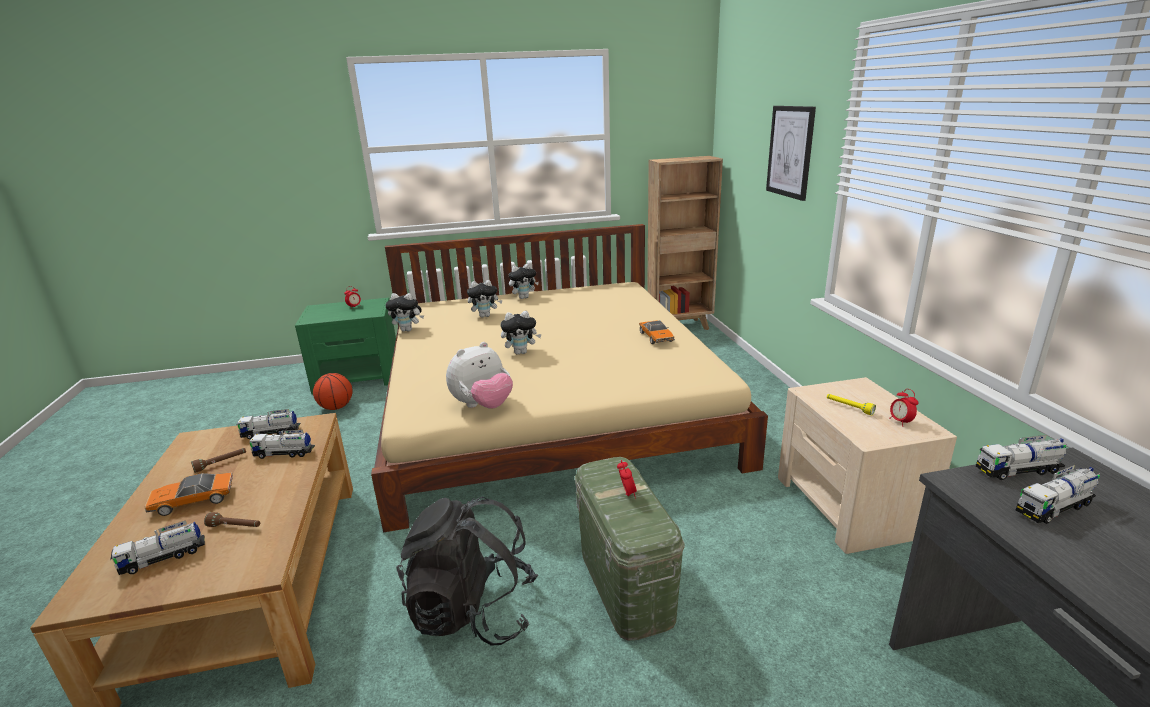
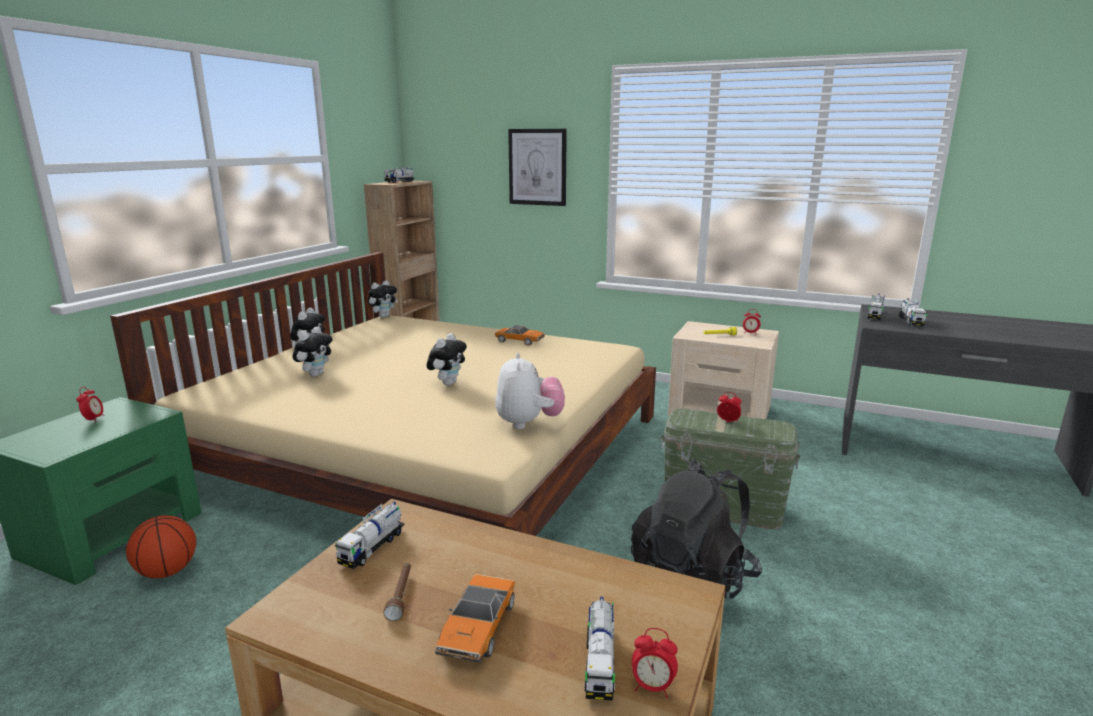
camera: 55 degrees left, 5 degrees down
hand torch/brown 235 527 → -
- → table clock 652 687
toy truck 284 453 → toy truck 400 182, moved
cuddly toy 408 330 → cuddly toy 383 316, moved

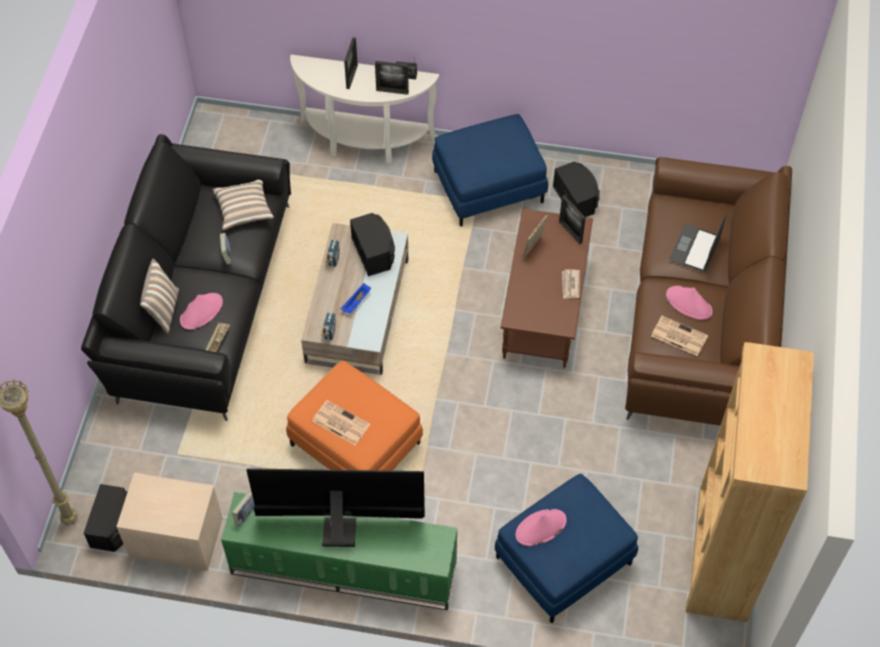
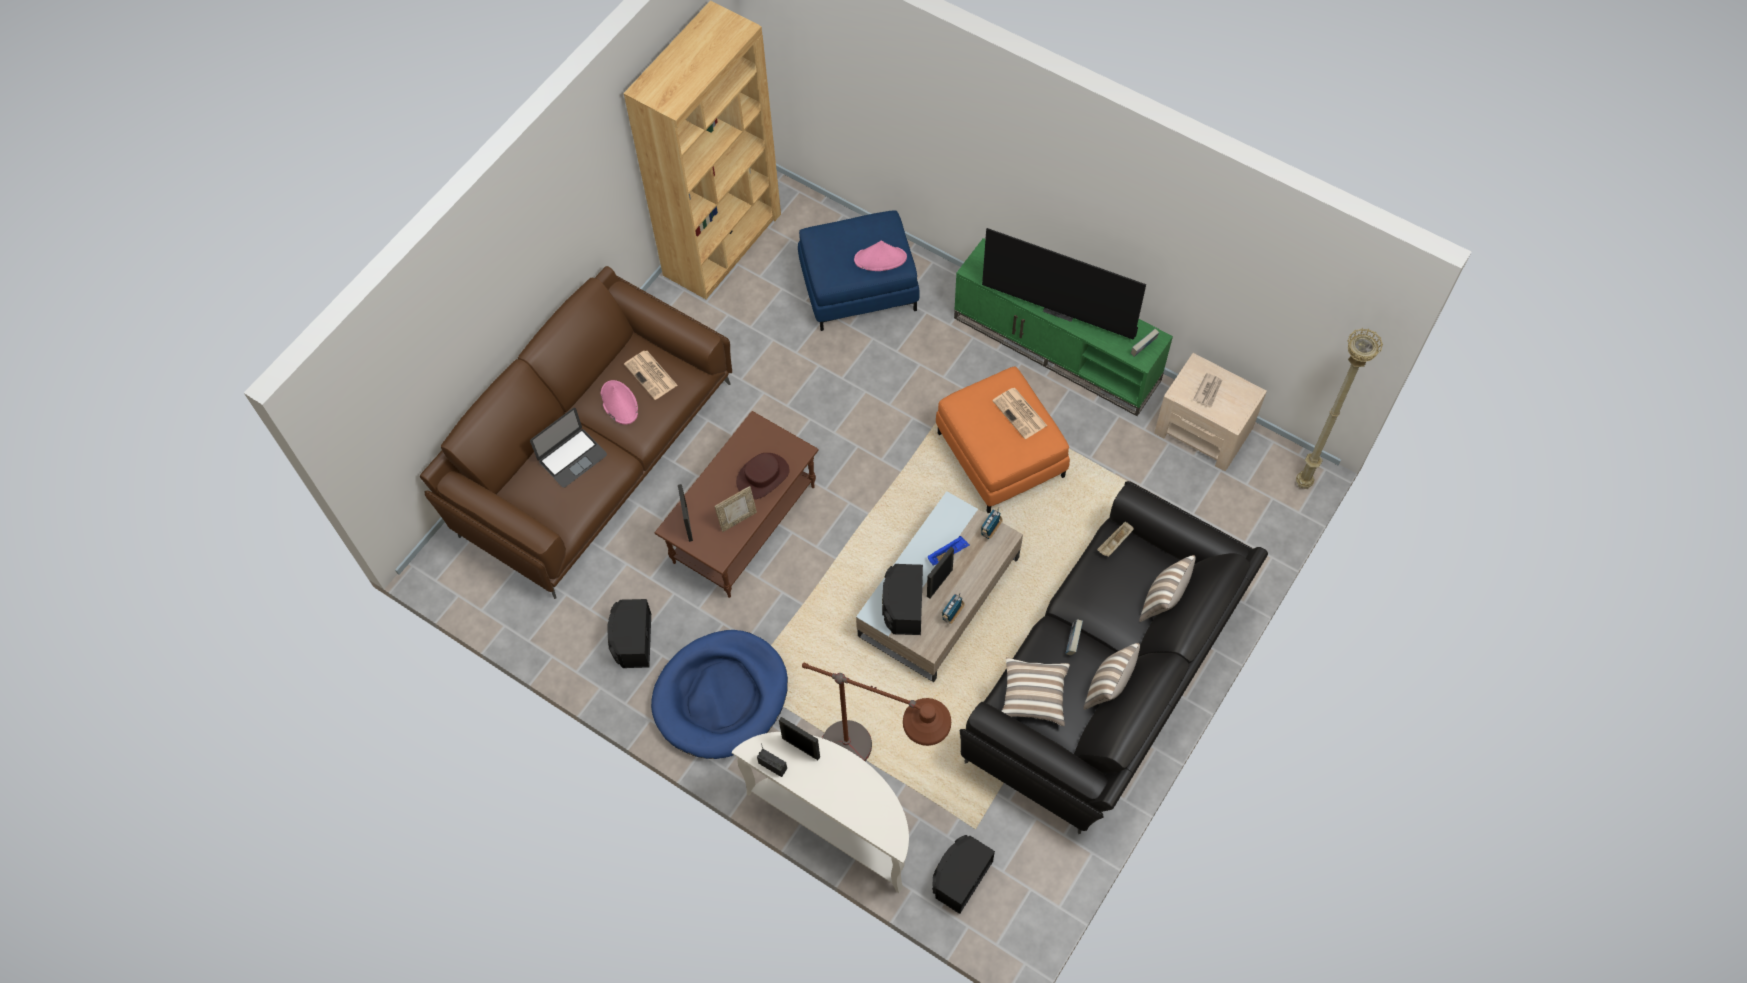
camera: 155 degrees left, 5 degrees up
hat/pink-coloured 201 311 → -
- → hat/brown 762 476
- → floor lamp/brown 877 764
- → pillow 1108 688
loudspeaker/black-coloured 114 525 → loudspeaker/black-coloured 959 877, moved
standing frame 352 77 → standing frame 939 583, moved
daily paper 570 285 → daily paper 1208 391, moved
pouffe/bluish 488 186 → dog bed/bluish 721 696

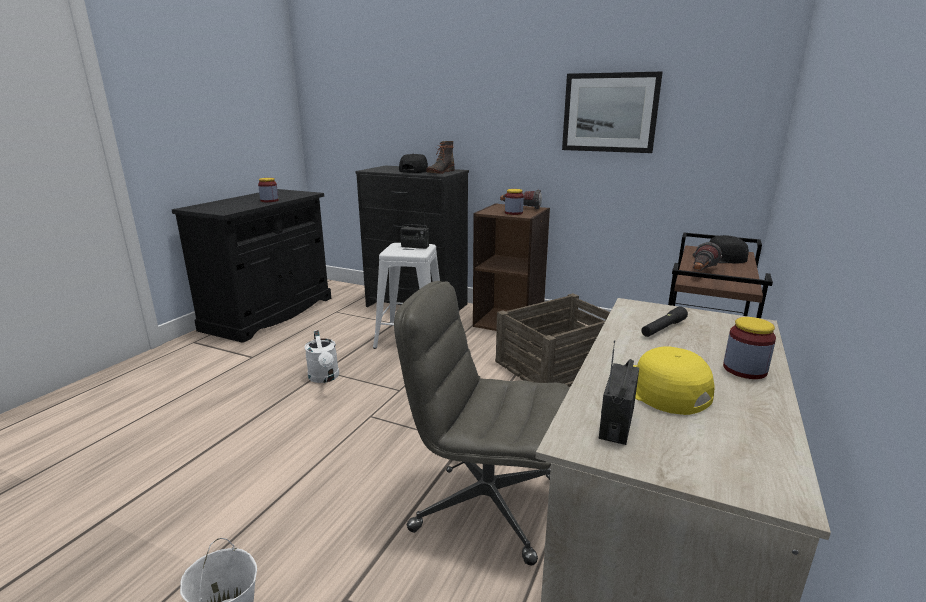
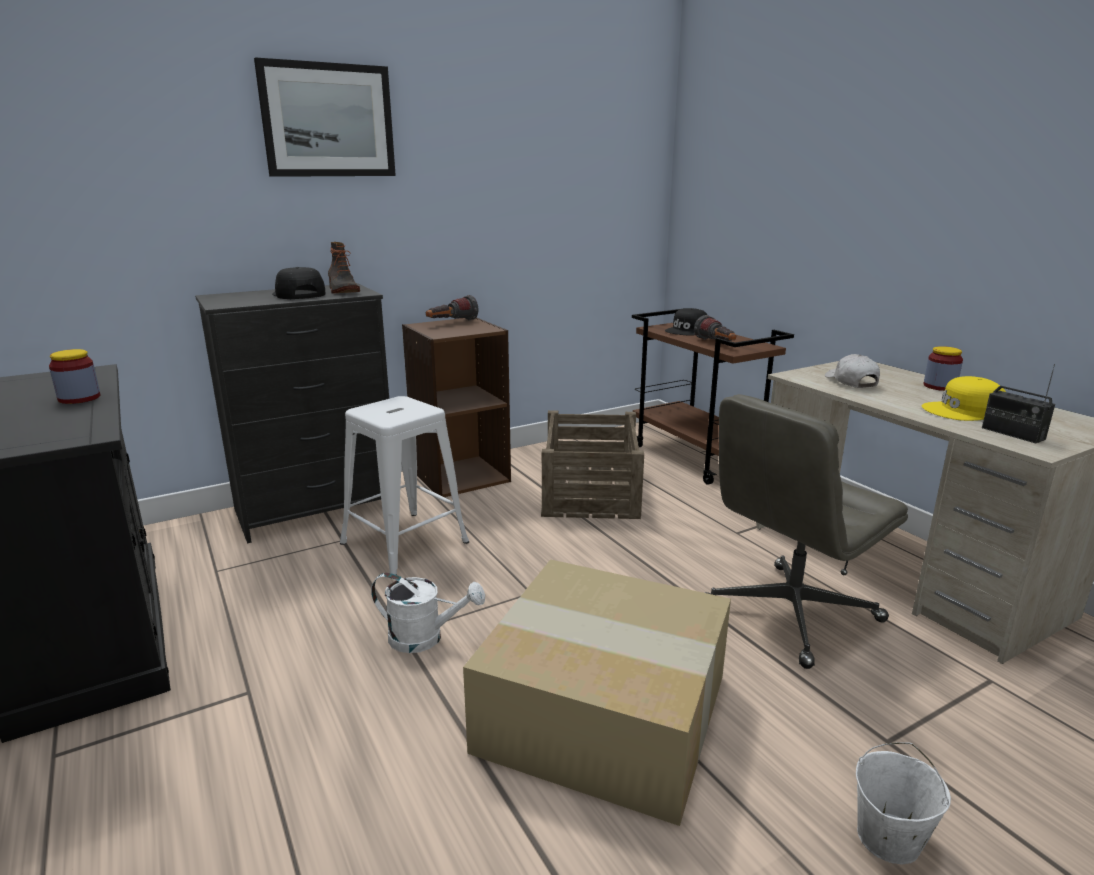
camera: 55 degrees left, 0 degrees up
radio receiver 415 246 → -
jar 513 213 → -
- → packing box 599 714
wall art 609 113 → wall art 328 121, moved
hand torch/black-coloured 663 328 → peaked cap/white 851 382

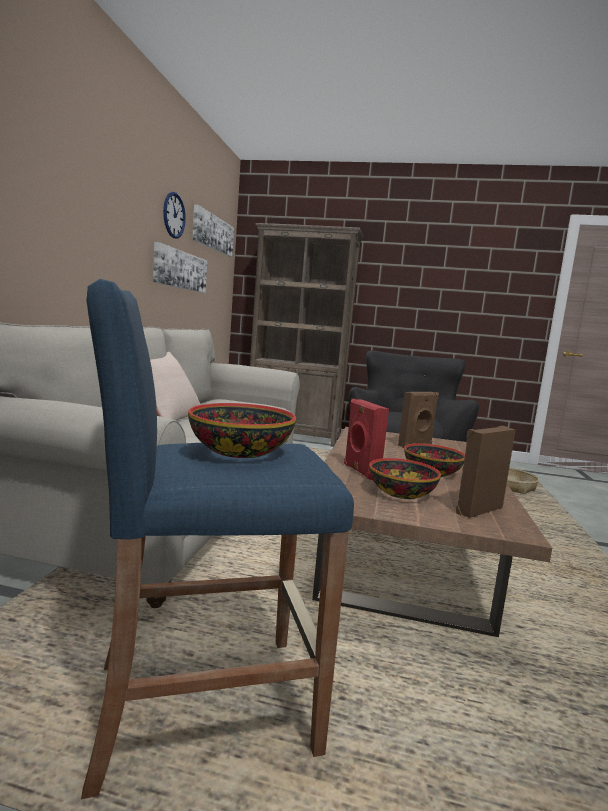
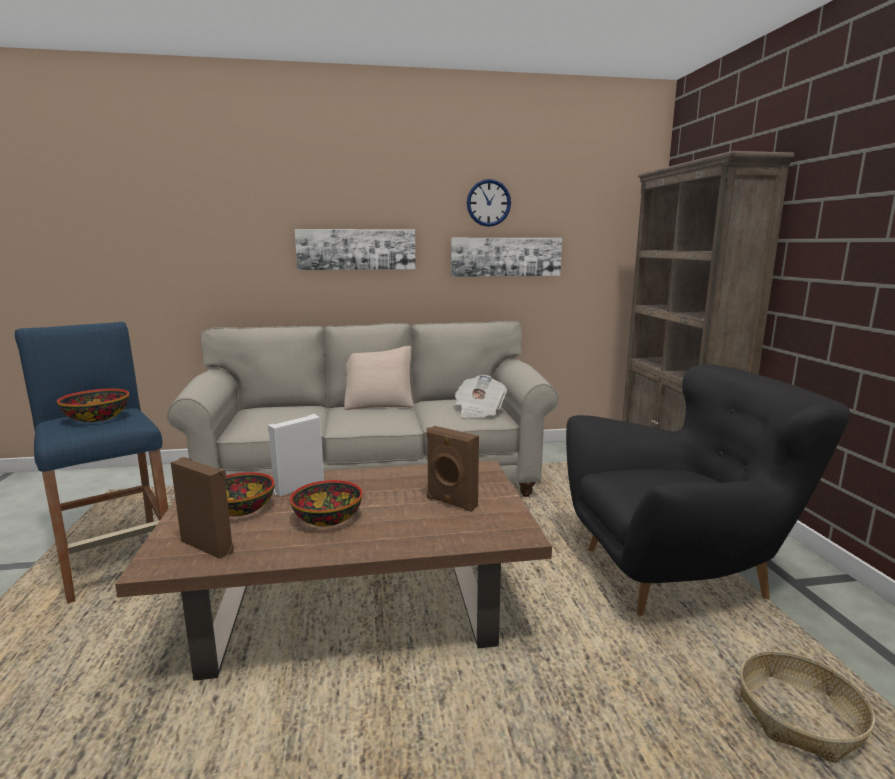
camera: 70 degrees right, 5 degrees up
- → daily paper 478 411
wall art 213 233 → wall art 356 249, moved
loudspeaker/red-coloured 360 471 → loudspeaker/white 298 487

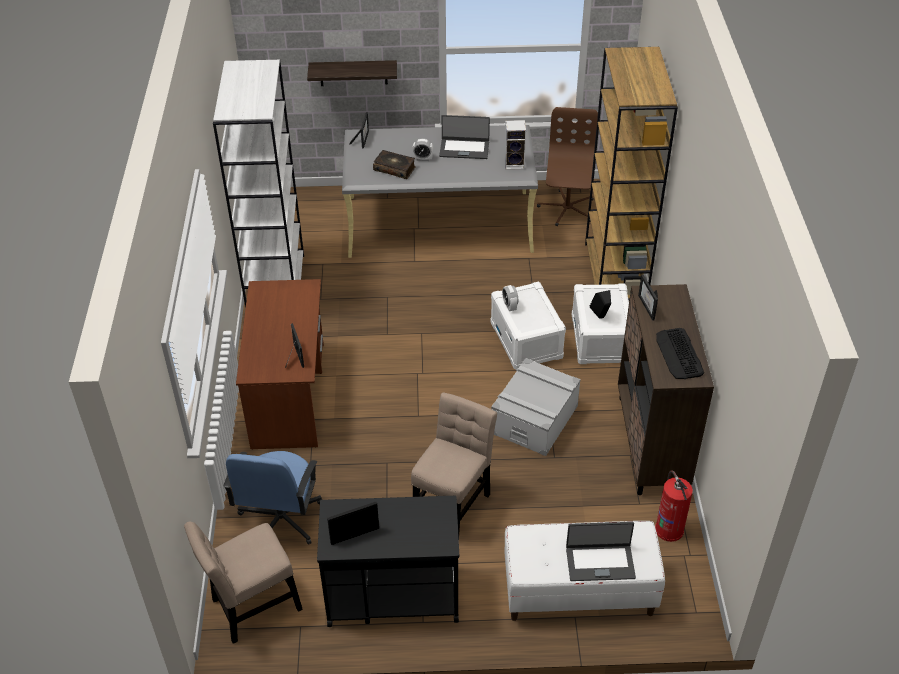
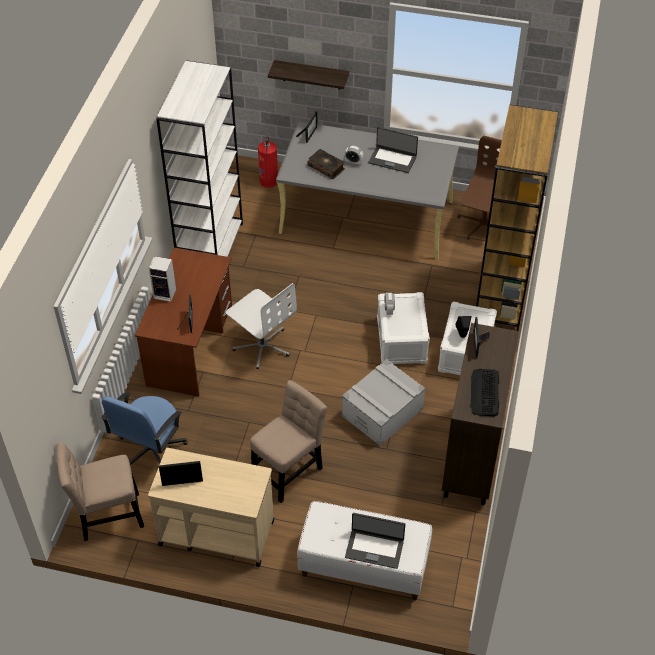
camera: 15 degrees right, 5 degrees up
- → office chair/white 262 346
loudspeaker 515 163 → loudspeaker 166 294, moved
fire-fighting cylinder 669 529 → fire-fighting cylinder 269 180, moved
trolley/black-coloured 391 595 → trolley/sand-coloured 216 532

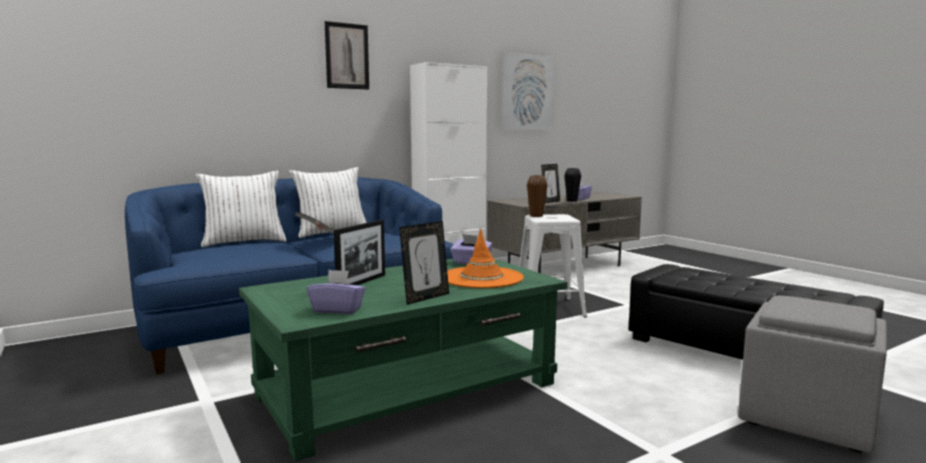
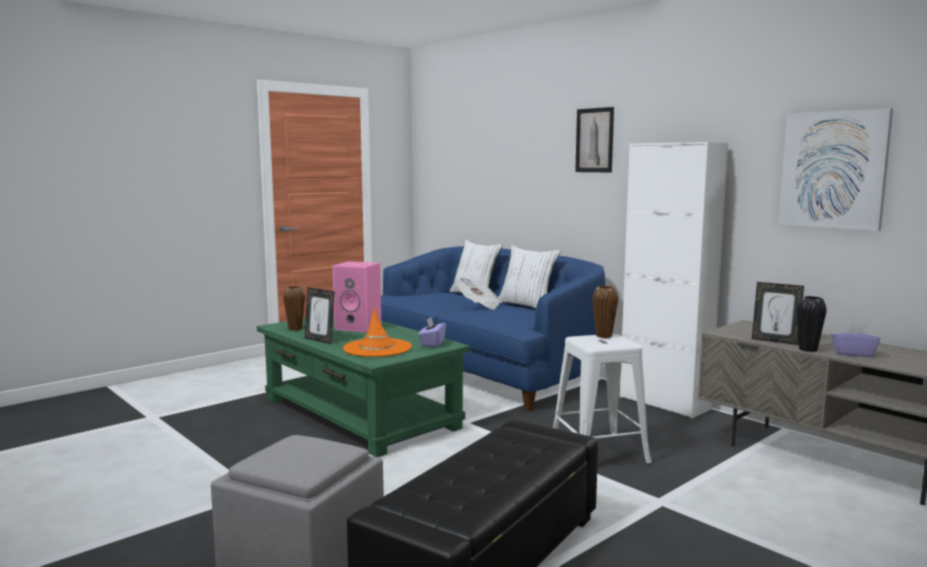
camera: 80 degrees right, 0 degrees up
tissue holder/purple-coloured 337 310 → flower vase/brown 295 329
standing frame 361 283 → loudspeaker/pink-coloured 359 327

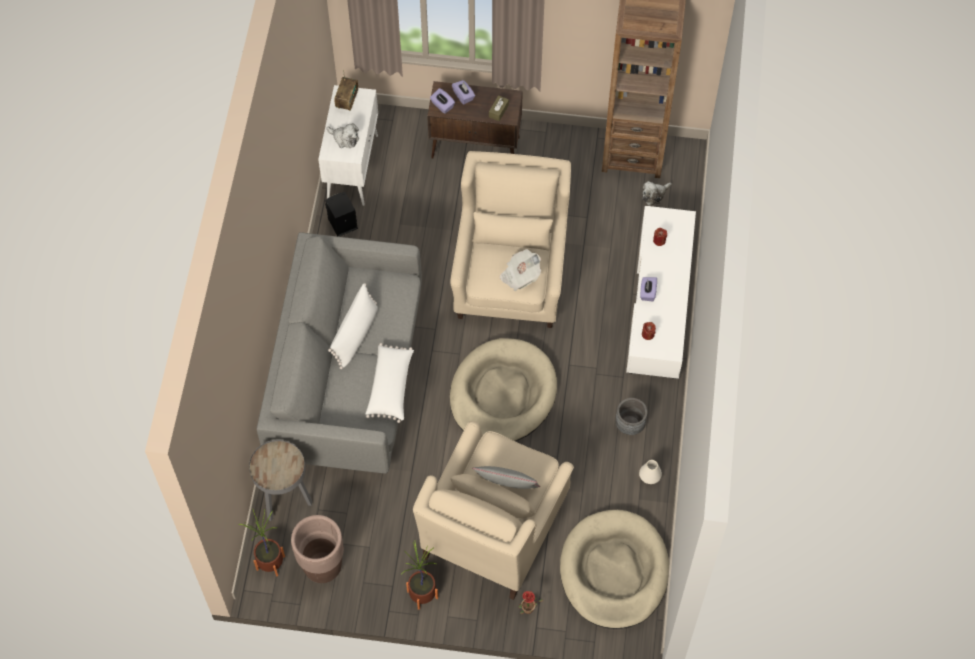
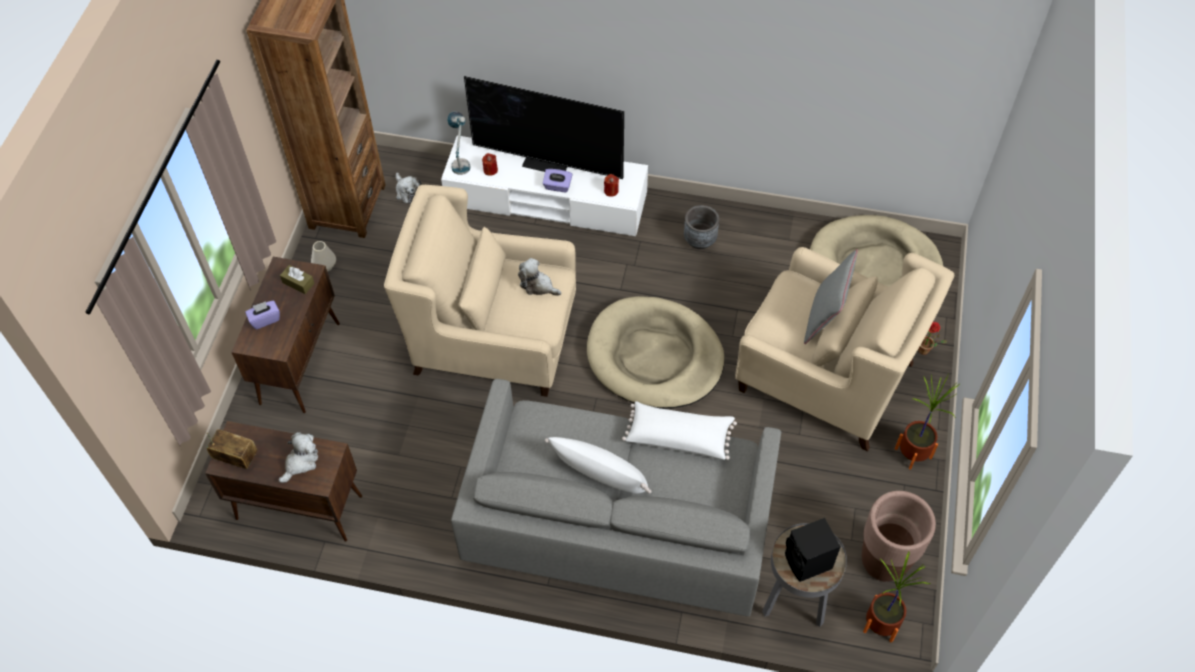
camera: 85 degrees left, 5 degrees down
tissue holder/purple-coloured 442 105 → -
- → tabletop lamp 460 161
- → TV set 547 162
loudspeaker/black-coloured 341 224 → loudspeaker/black-coloured 808 563, moved
flower vase/white 649 477 → flower vase/white 325 266, moved
daily paper 520 275 → cuddly toy 538 285
cupboard/white 352 167 → cupboard/brown 298 507

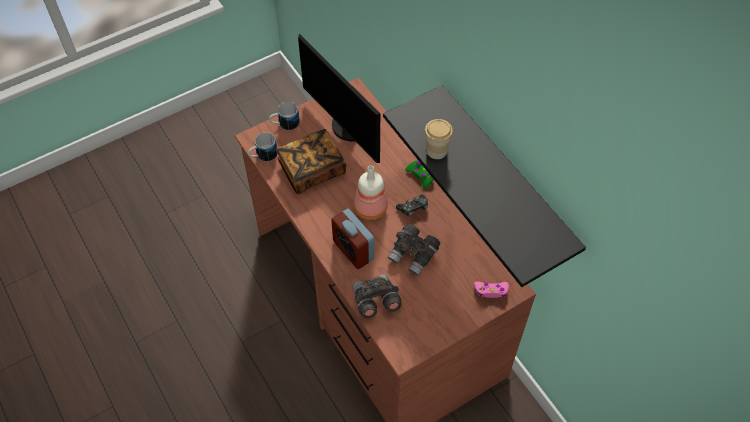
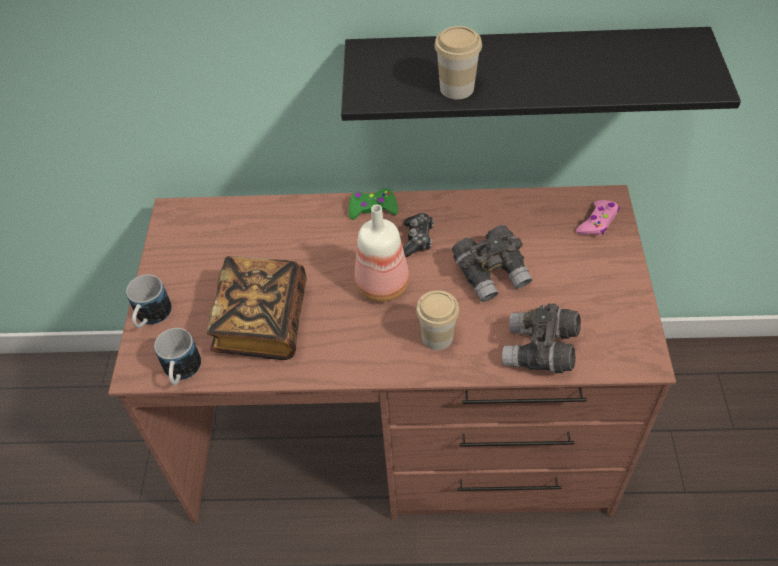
camera: 55 degrees left, 5 degrees down
monitor 349 127 → -
table clock 353 250 → cup 437 337

